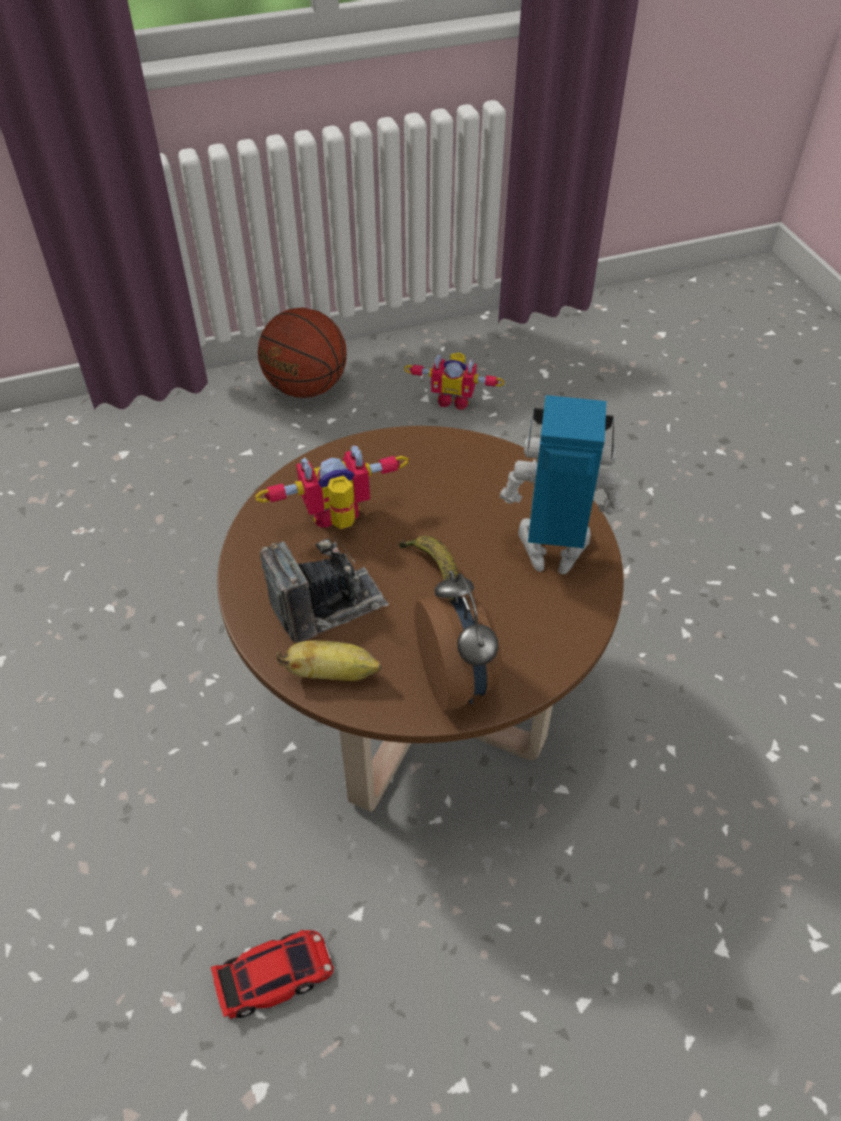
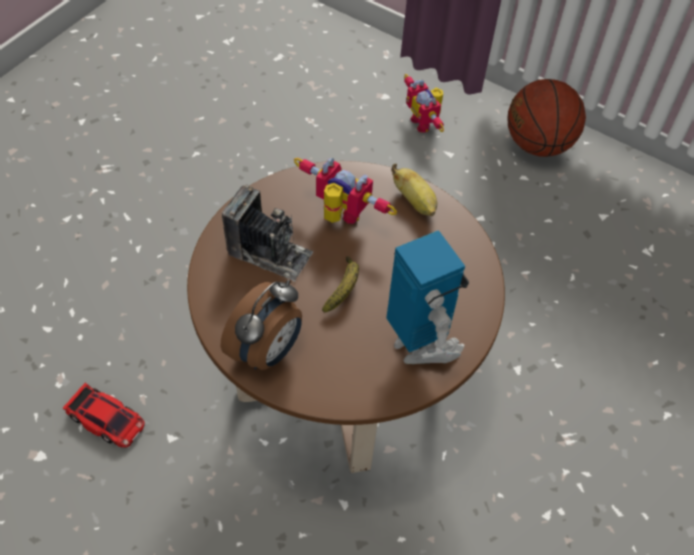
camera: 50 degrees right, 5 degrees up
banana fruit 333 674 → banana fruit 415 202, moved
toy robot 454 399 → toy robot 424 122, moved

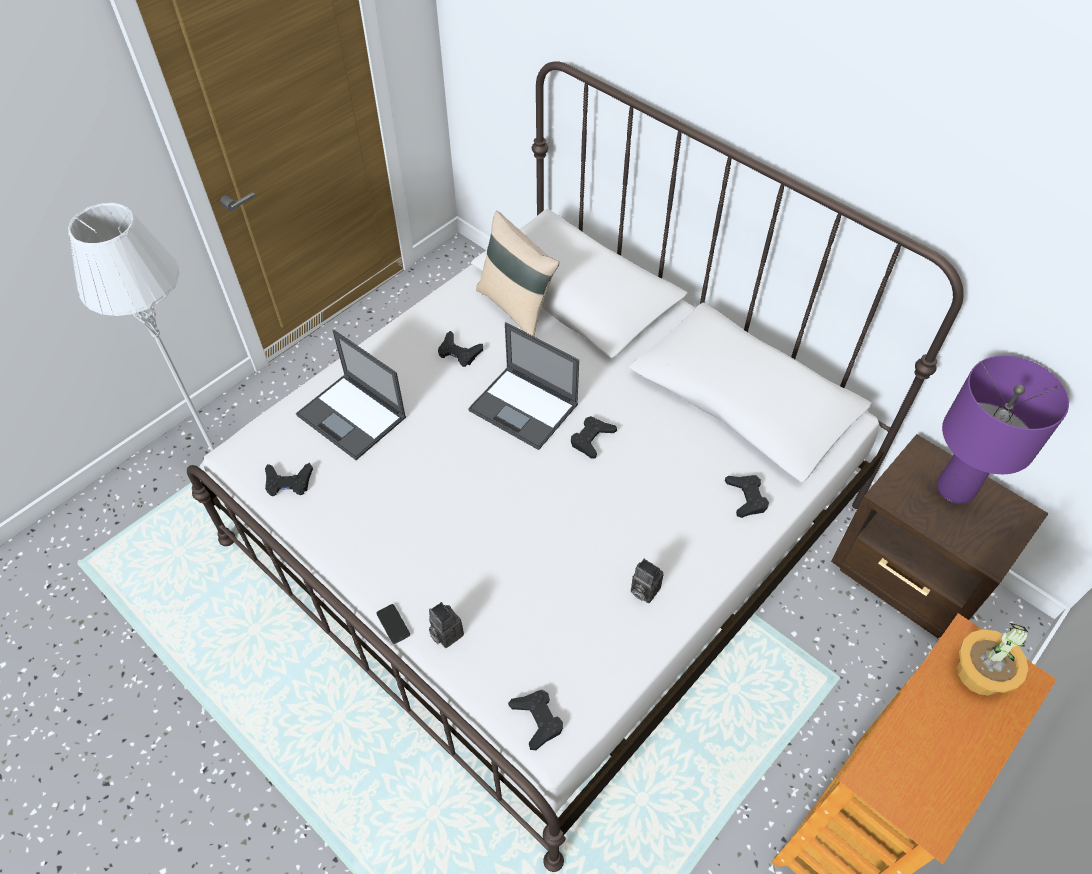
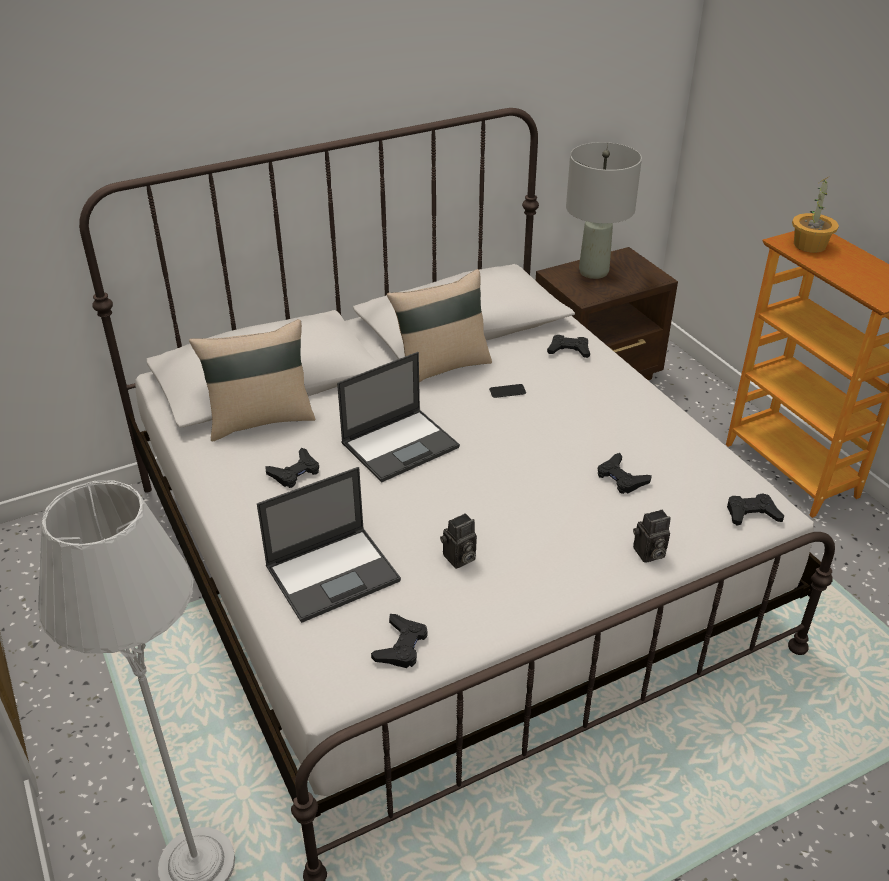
camera: 70 degrees left, 15 degrees down
- → pillow/sand-coloured 441 367
handset 393 624 → handset 507 391, moved
gamepad/black-coloured 592 439 → gamepad/black-coloured 621 478, moved
photo camera 643 590 → photo camera 459 559, moved
tabletop lamp/purple-coloured 954 489 → tabletop lamp/gray 593 272

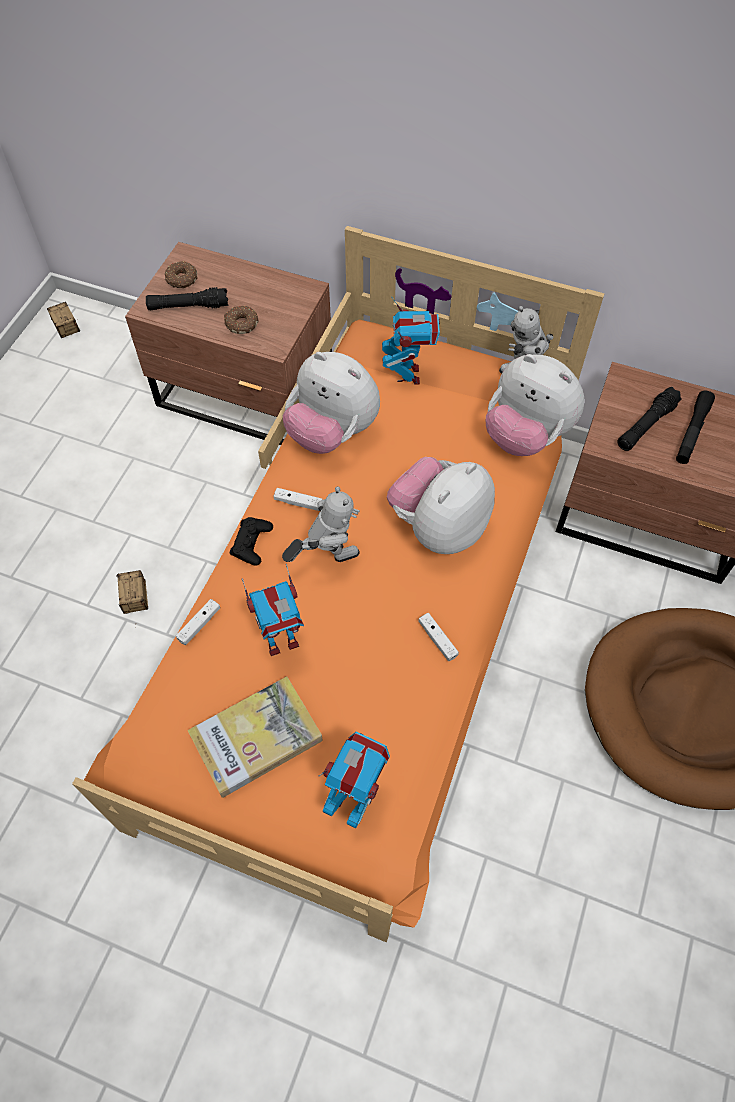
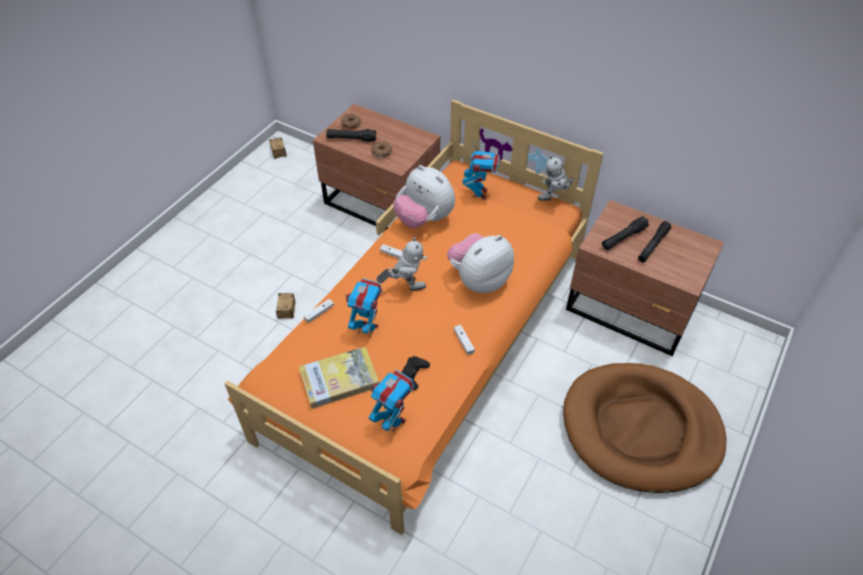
camera: 10 degrees right, 10 degrees down
cuddly toy 526 435 → -
gamepad/black-coloured 252 543 → gamepad/black-coloured 413 374, moved
toy robot 281 640 → toy robot 367 328, 150 degrees counterclockwise

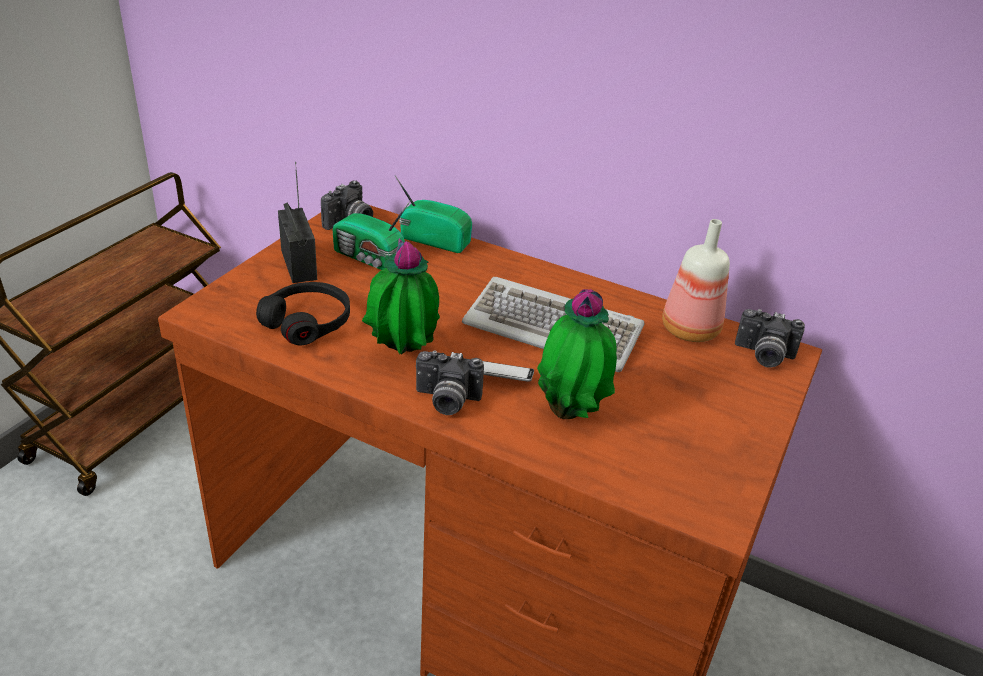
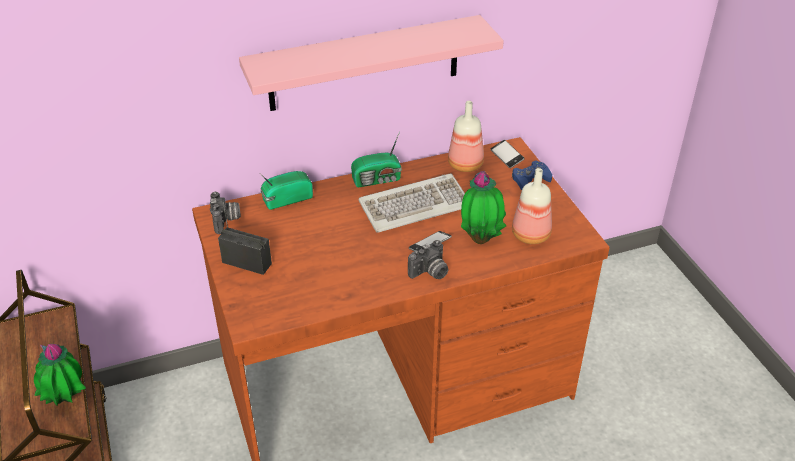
camera: 45 degrees left, 5 degrees up
pair of headphones/black-coloured 307 322 → -
- → wall shelf/pink-coloured 364 63
- → gamepad/bluish 530 180
- → bottle 532 235
radio receiver 369 258 → radio receiver 378 179, moved
plant in a pot 402 355 → plant in a pot 67 402, moved
photo camera 763 356 → handset 506 156

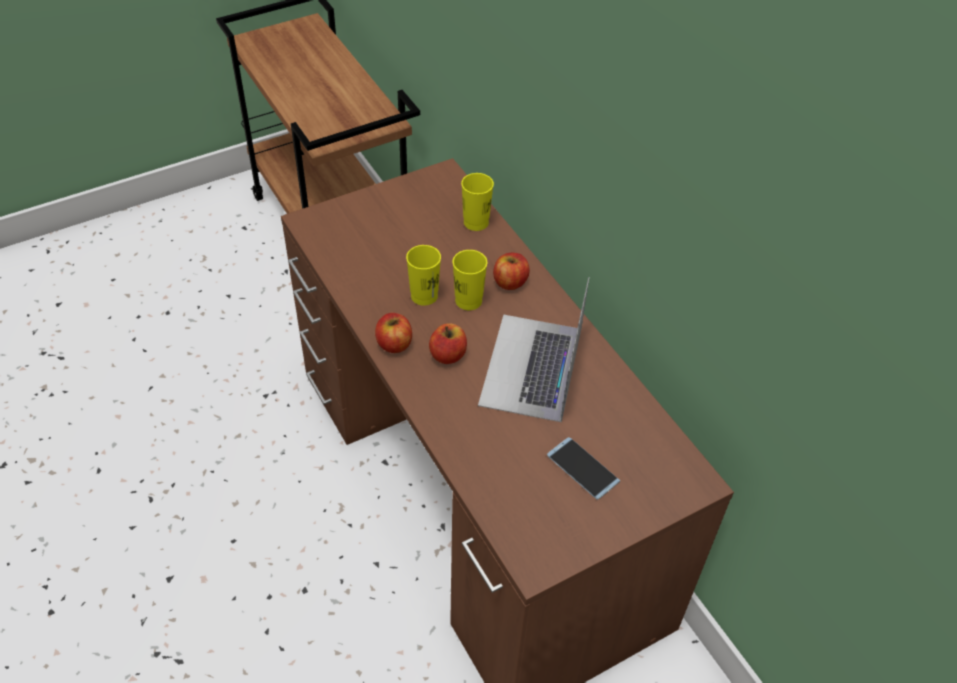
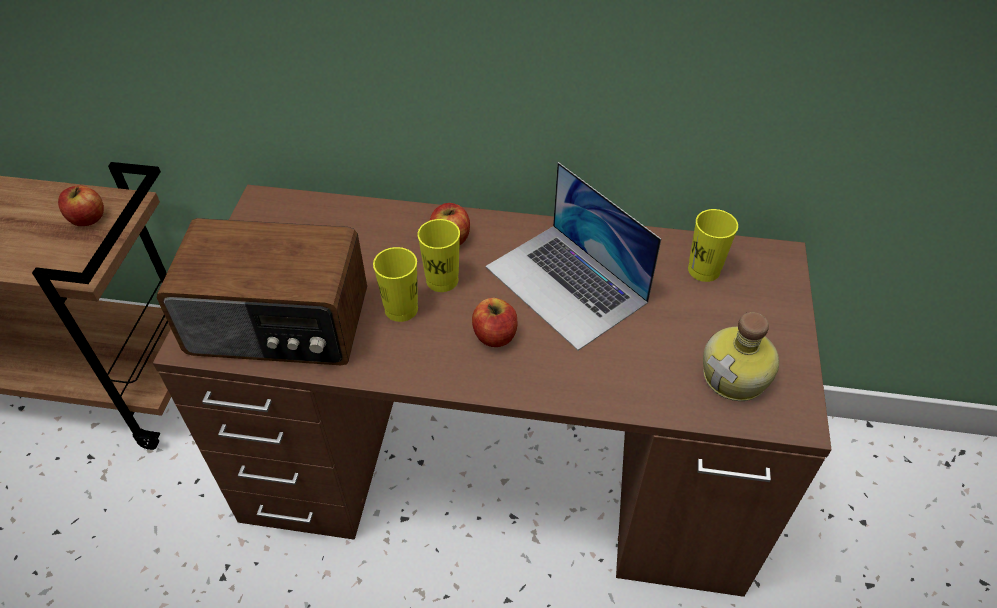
camera: 50 degrees left, 0 degrees up
handset 582 468 → -
- → radio receiver 279 324
- → bottle 736 377
whole apple 394 344 → whole apple 87 219, moved
cup/yellow-coloured 476 222 → cup/yellow-coloured 703 270, moved

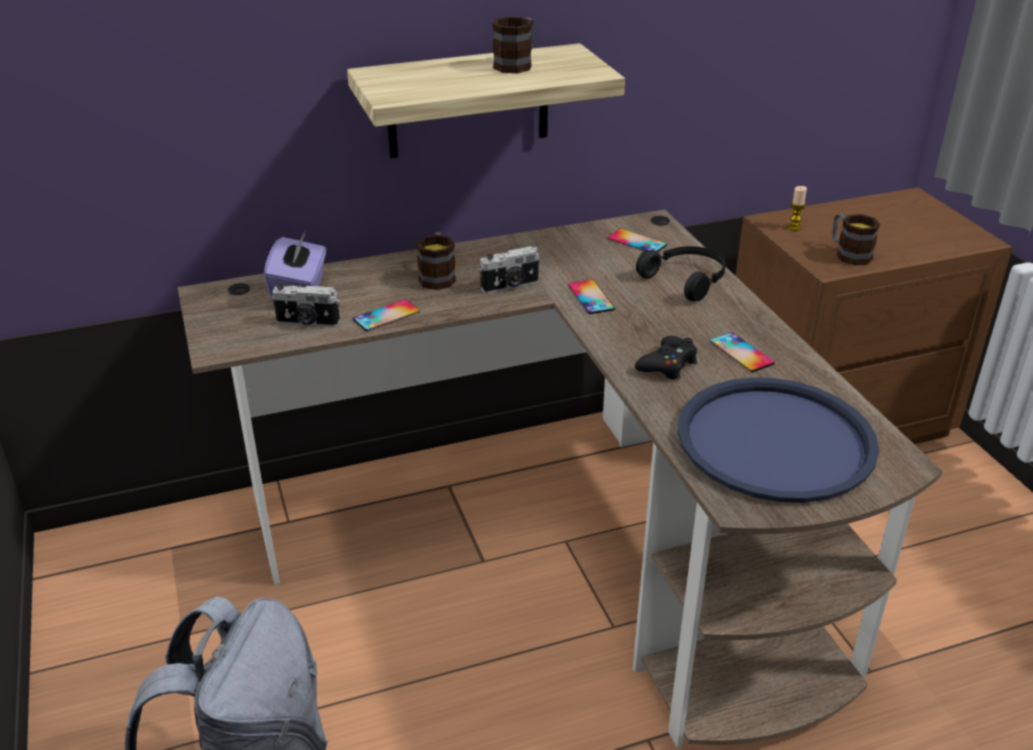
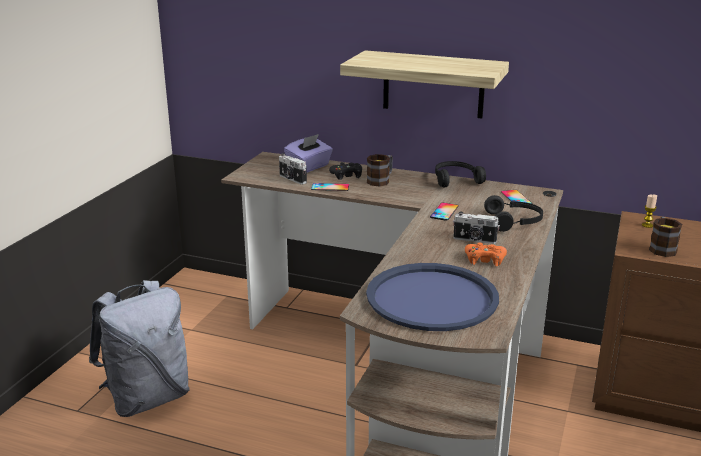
camera: 40 degrees right, 10 degrees down
coffee mug 517 64 → -
- → pair of headphones/black-coloured 455 179
photo camera 510 286 → photo camera 474 240, moved
gamepad/black-coloured 668 365 → gamepad/black-coloured 347 175, moved
handset 741 352 → gamepad/orange-coloured 485 260

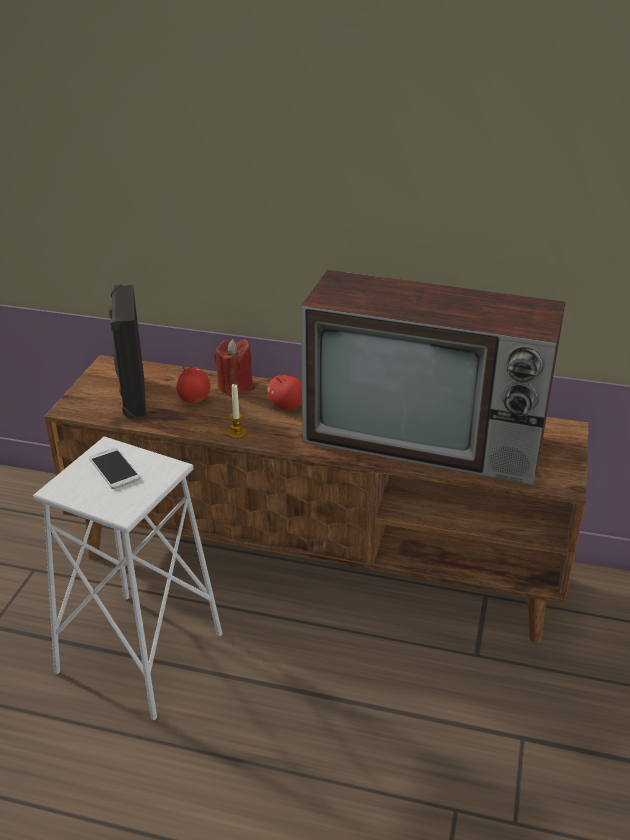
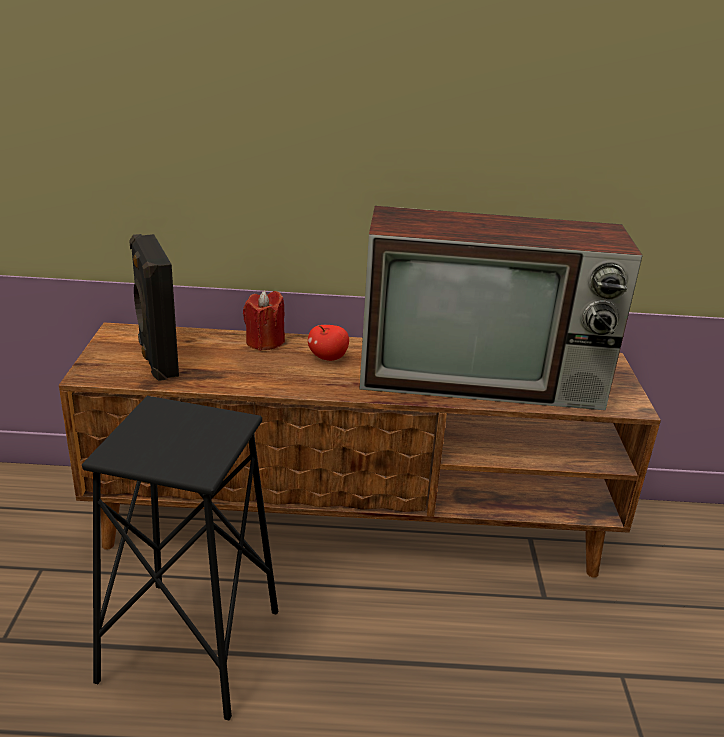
camera: 15 degrees left, 5 degrees down
handset 114 469 → -
whole apple 194 399 → -
candle 237 433 → -
sitting stool/white 139 654 → sitting stool/black-coloured 190 647

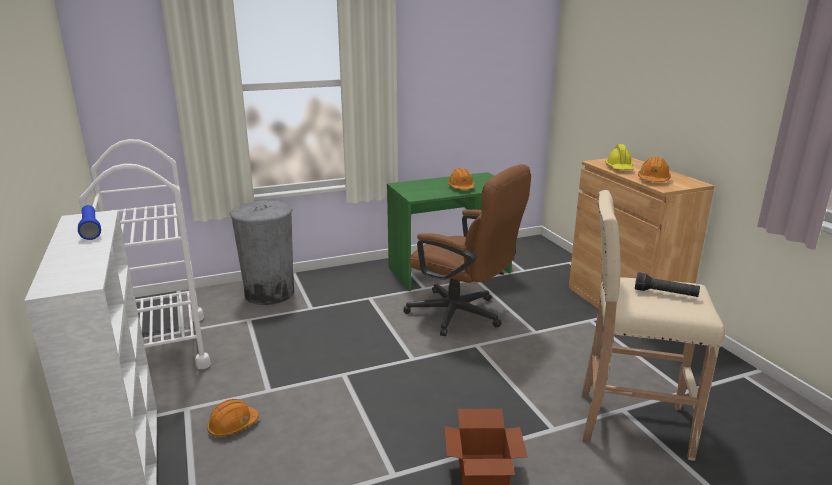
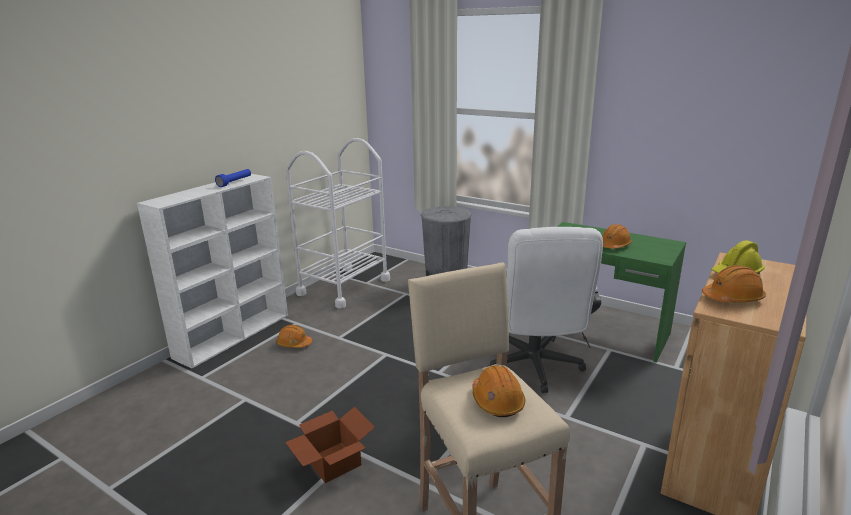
camera: 55 degrees right, 0 degrees up
hand torch/black-coloured 665 294 → safety helmet/orange-coloured 497 401
office chair/brown 463 316 → office chair/white 535 368

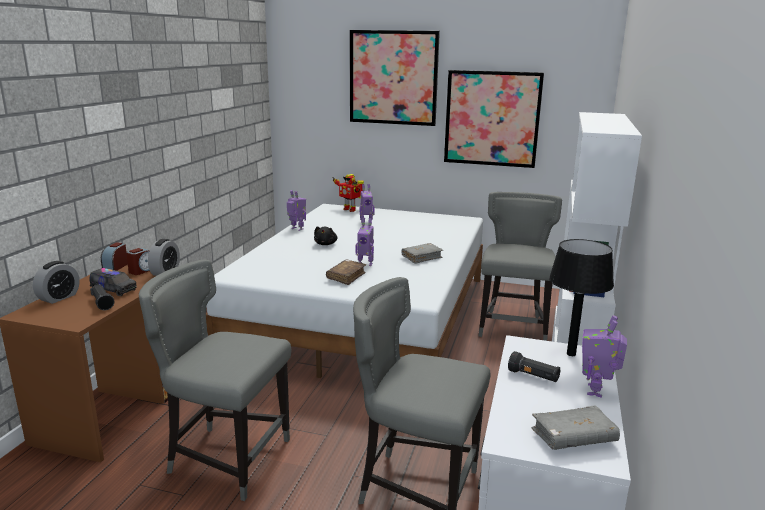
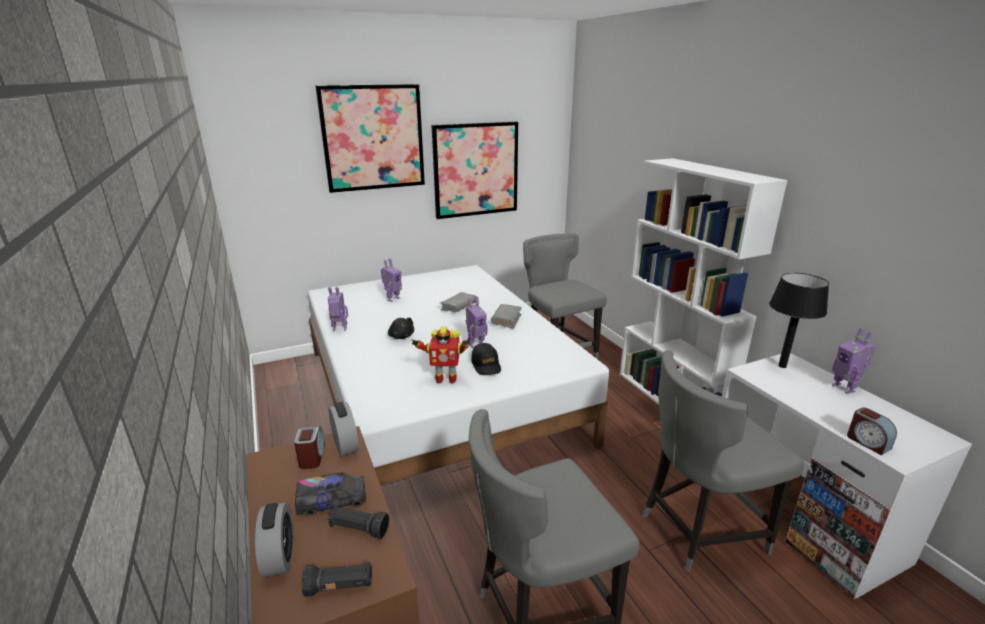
camera: 40 degrees left, 5 degrees up
table clock 115 267 → table clock 867 442, moved
toy robot 350 209 → toy robot 445 379, moved
hand torch/black-coloured 533 376 → hand torch/black-coloured 340 587, moved
volume/gray 573 437 → volume/gray 459 307, moved
volume/brown 346 277 → peaked cap/black-coloured 486 365

